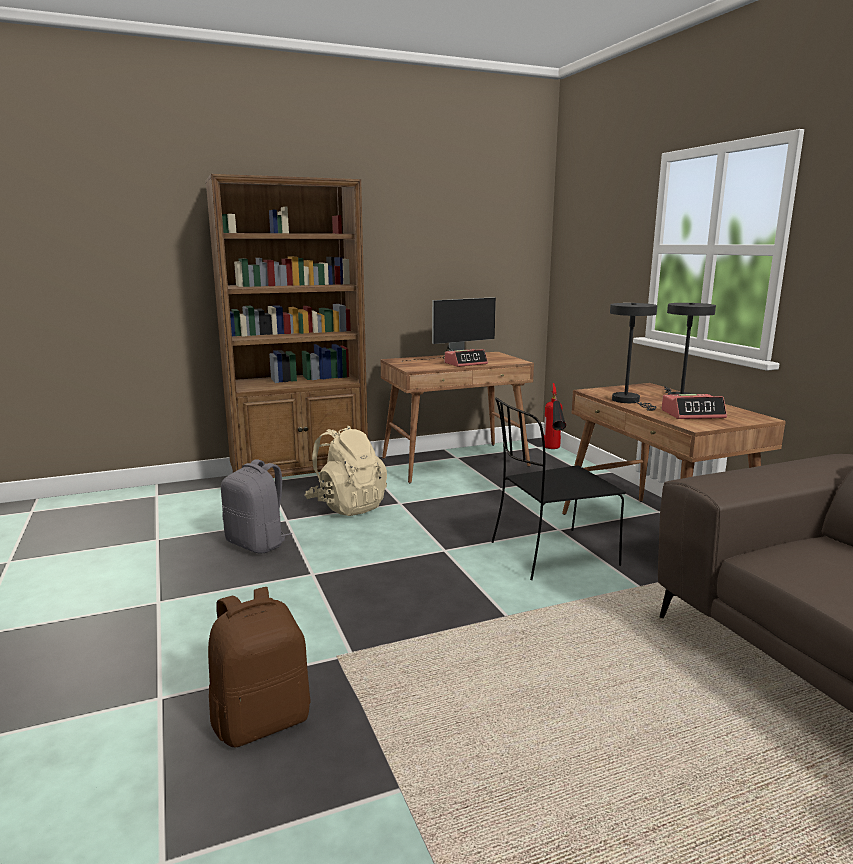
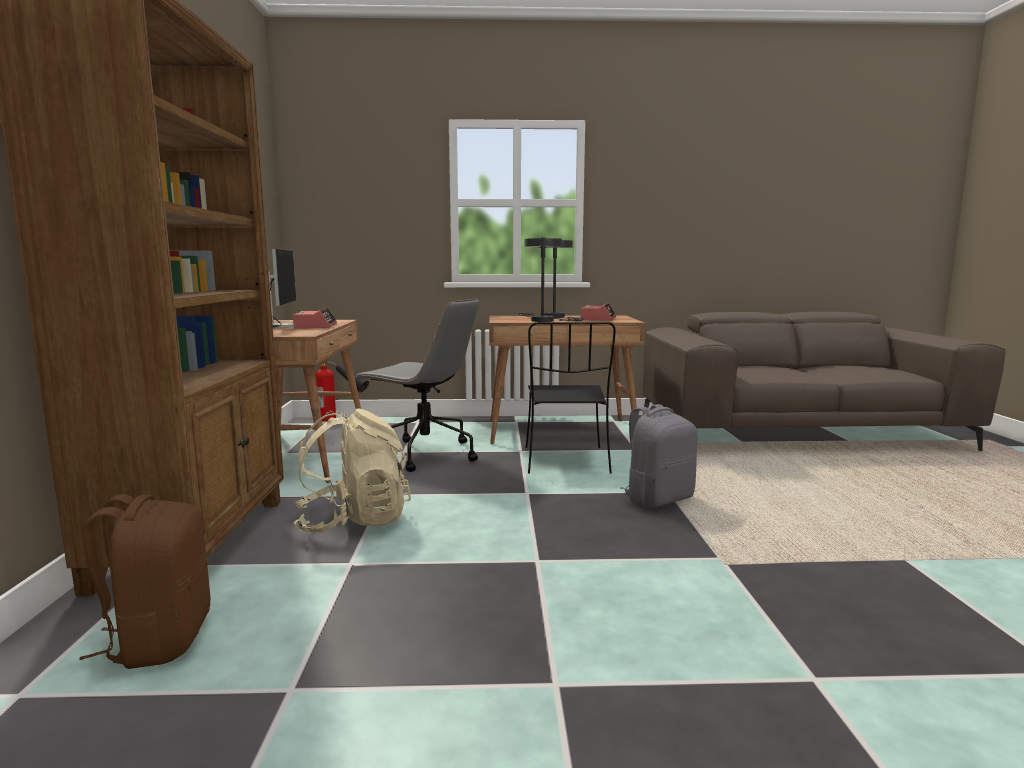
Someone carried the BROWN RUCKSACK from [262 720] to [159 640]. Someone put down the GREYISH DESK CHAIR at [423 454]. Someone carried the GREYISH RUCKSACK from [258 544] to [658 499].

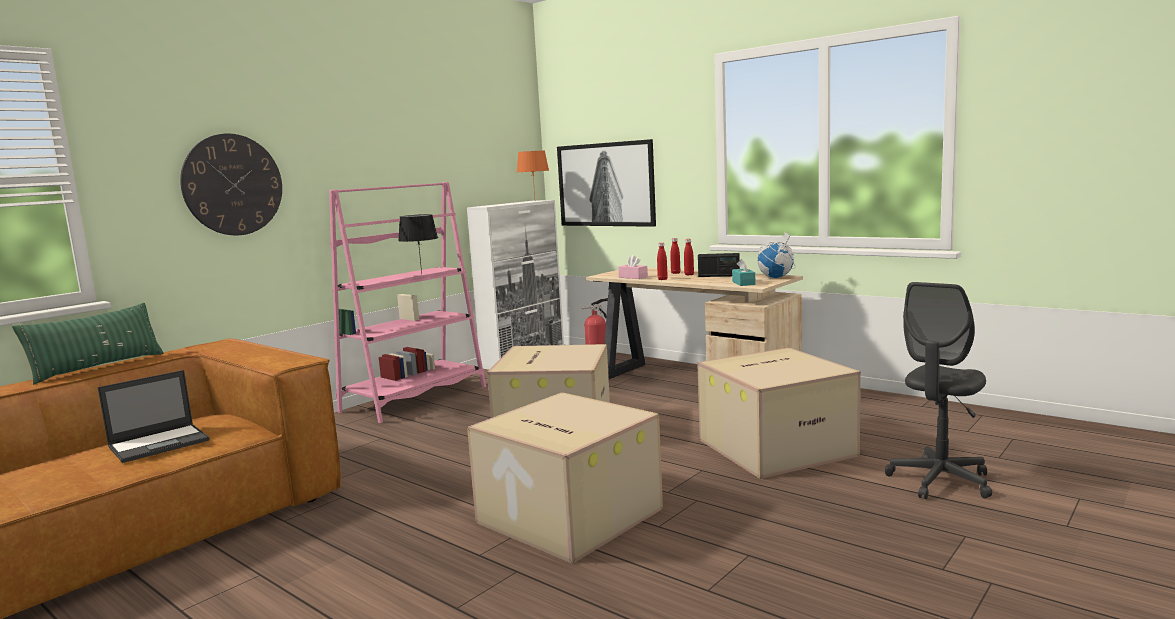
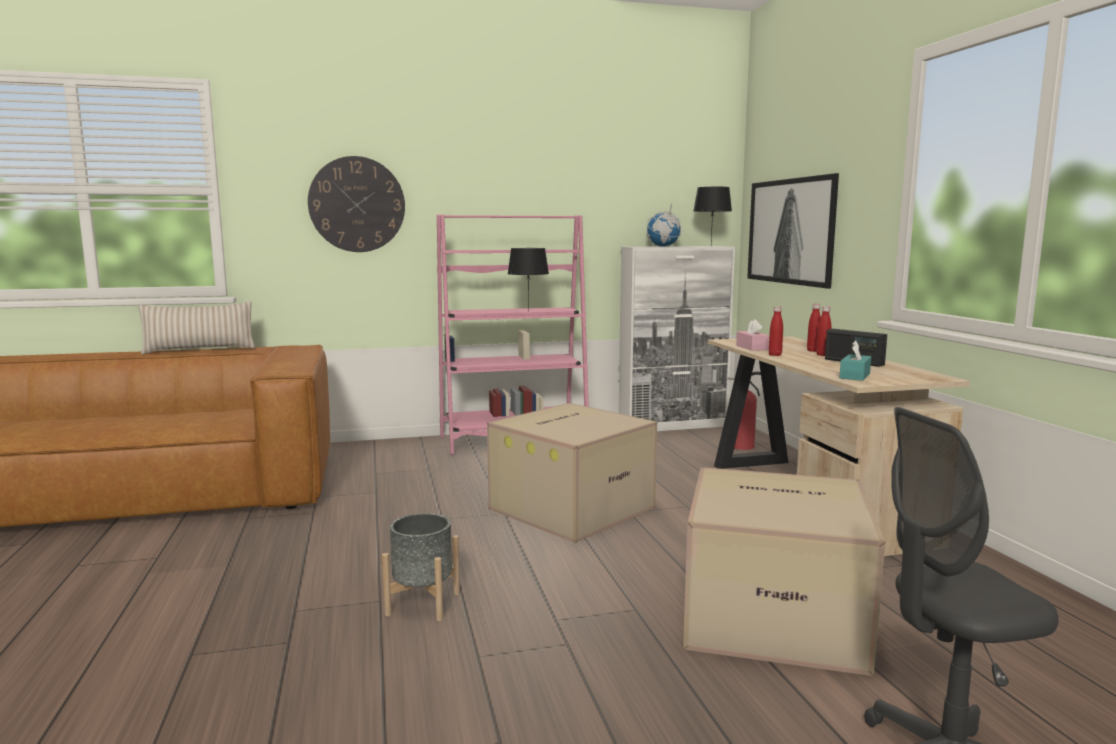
Someone repainted the GREEN CUSHION at [98 367], which became the SAND-COLOURED CUSHION at [199 350]. Someone swapped the CARDBOARD BOX at [566 516] for the GREYISH PLANTER at [423 604]. Someone carried the DESK GLOBE from [776 277] to [663 246]. Someone repainted the ORANGE TABLETOP LAMP at [535 201], which became the BLACKISH TABLETOP LAMP at [711 246]. Someone took away the PORTABLE COMPUTER at [160 443].

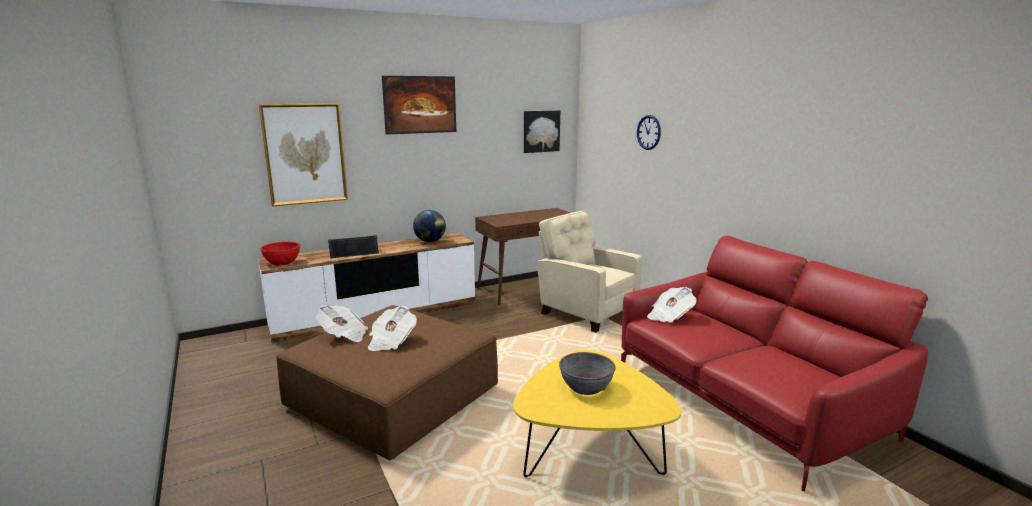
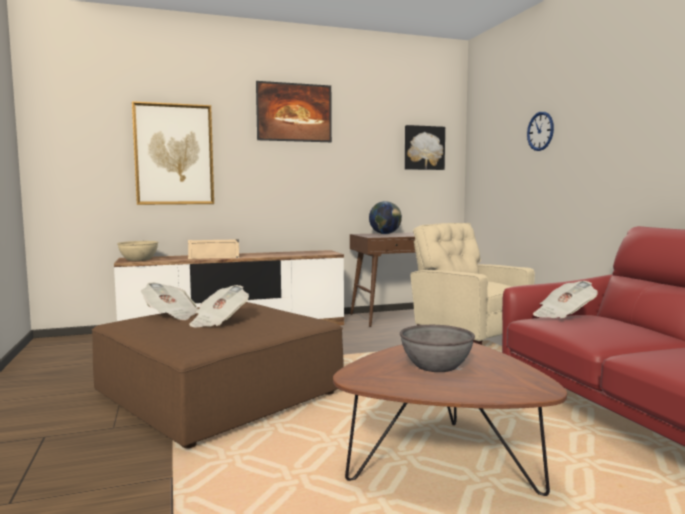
Someone repainted the RED BOWL at [282 262], which became the SAND-COLOURED BOWL at [138 260]. Someone repainted the BLACKISH SPEAKER at [354 253], which became the SAND-COLOURED SPEAKER at [214 257]. Someone repainted the YELLOW LOUNGE TABLE at [590 454], which became the BROWN LOUNGE TABLE at [443 464]. Someone carried the DESK GLOBE from [430 241] to [385 234].

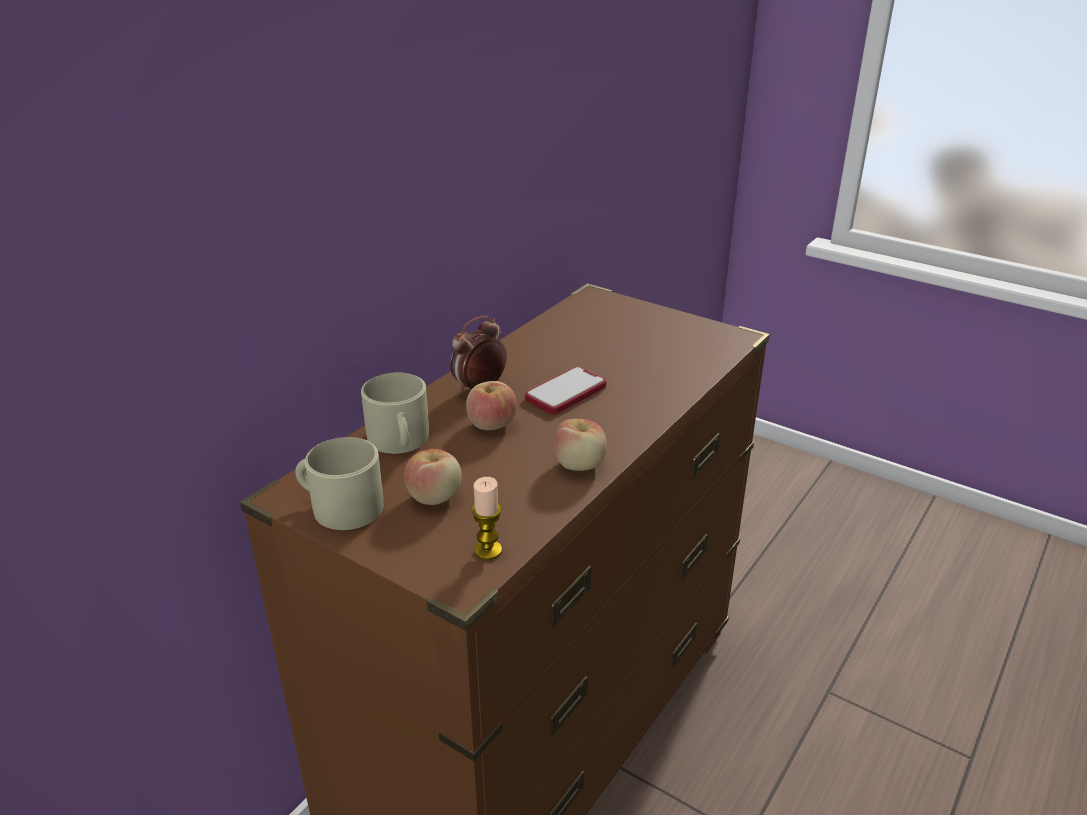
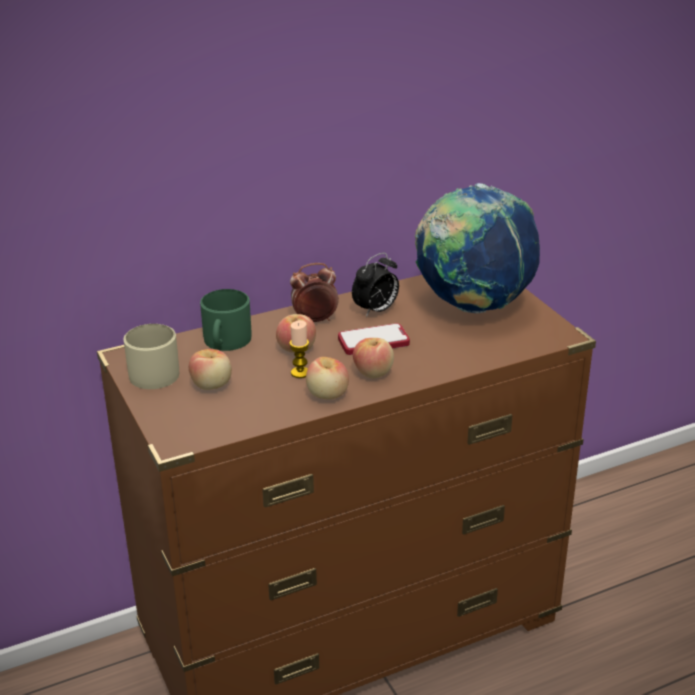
Someone repainted the SAND-COLOURED MUG at [399 440], which became the GREEN MUG at [225 341]. Someone carried the CANDLE from [488 550] to [300 373]. Someone put down the TABLE CLOCK at [376 311]. Someone put down the WHOLE APPLE at [373 373]. Someone put down the DESK GLOBE at [473 306].

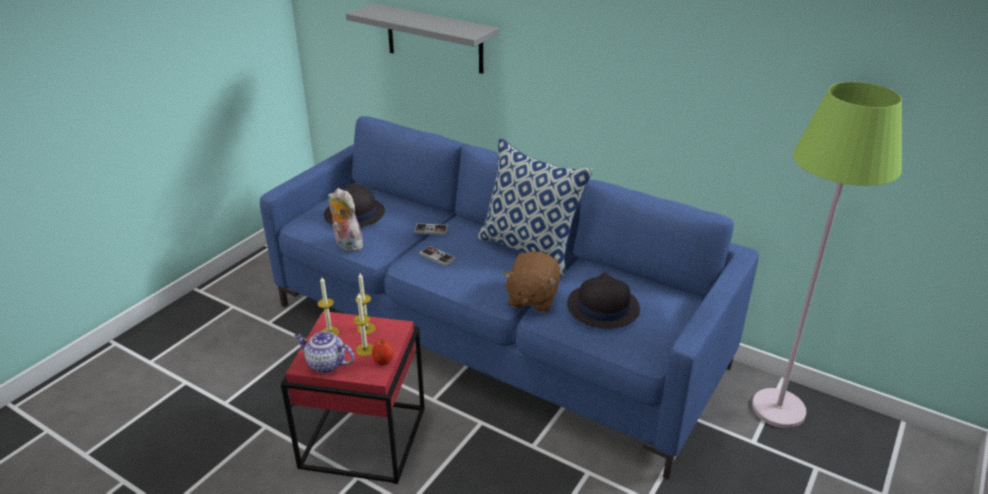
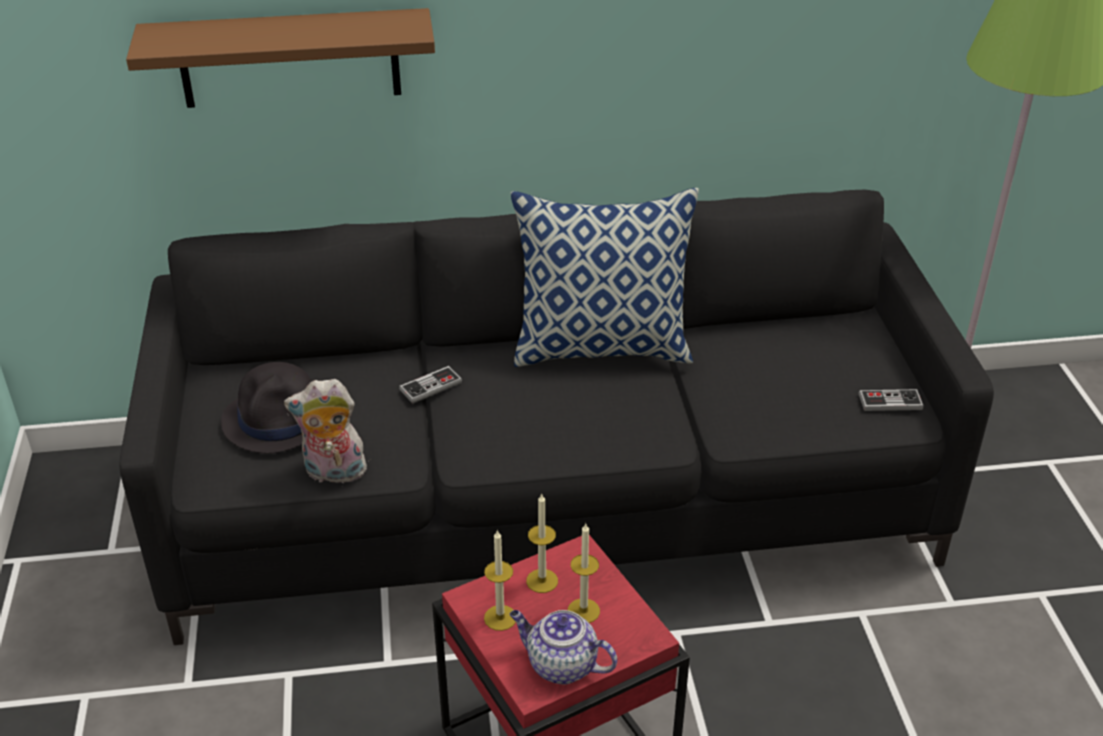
Someone repainted the BLUE SOFA at [494 335], which became the BLACKISH SOFA at [551 506]. Someone repainted the GREYISH WALL SHELF at [434 39], which became the BROWN WALL SHELF at [289 58]. Someone rotated the POT FOR TEA at [325 364] by 45 degrees clockwise. Someone carried the GAMEPAD from [437 257] to [890 402]. Someone took away the WHOLE APPLE at [383 361]. Someone took away the BROWN SOFT TOY at [532 298]. Someone took away the BLACKISH CLOTHING HAT at [602 307].

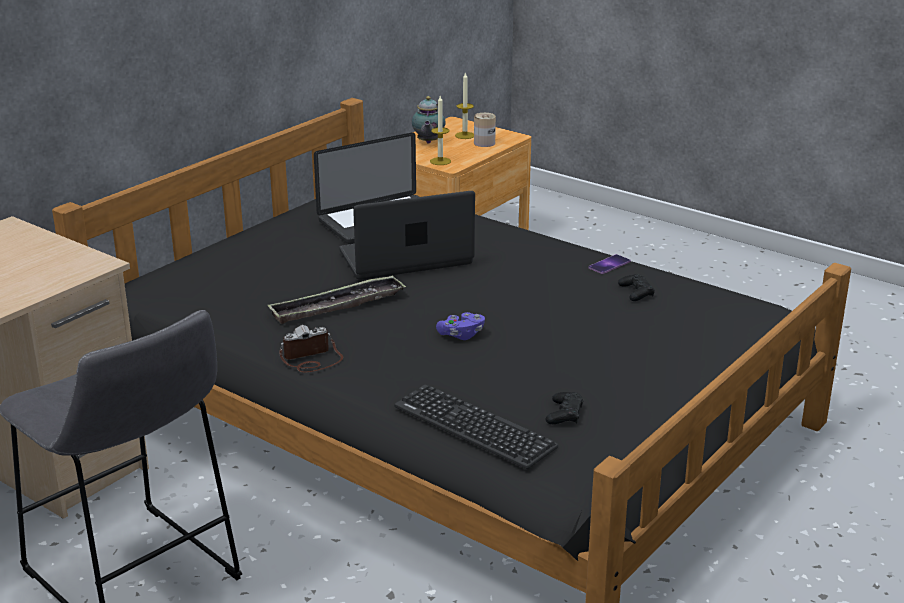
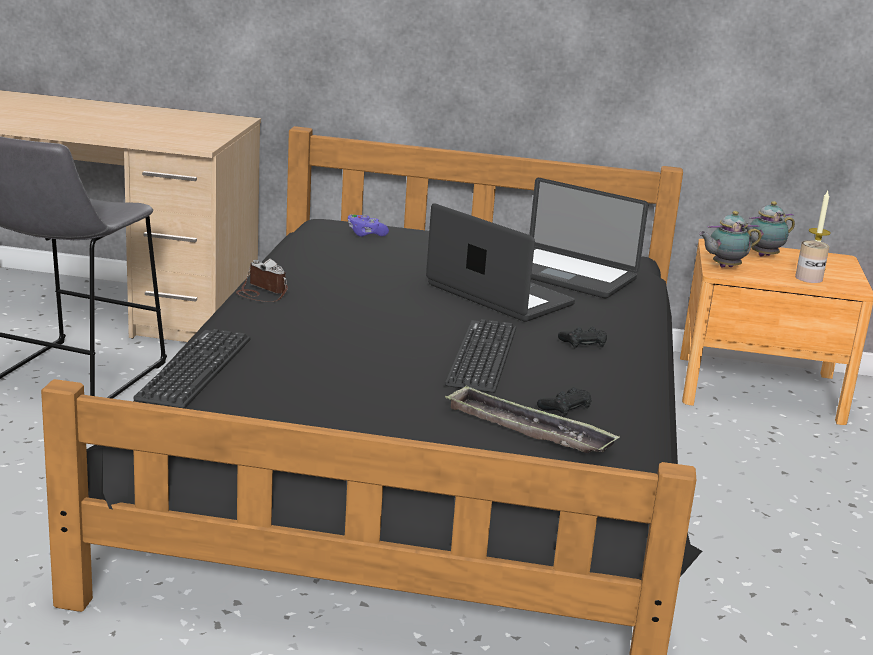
Someone carried the PURPLE-COLOURED GAMEPAD from [461 335] to [365 234]. Someone put down the KEYBOARD at [482 356]. Someone carried the SERVING TRAY from [337 306] to [528 430]. Someone carried the BLACKISH GAMEPAD from [564 414] to [583 343]. Someone swapped the CANDLE at [440 161] for the POT FOR TEA at [724 267]. Someone took away the TELEPHONE at [609 264].

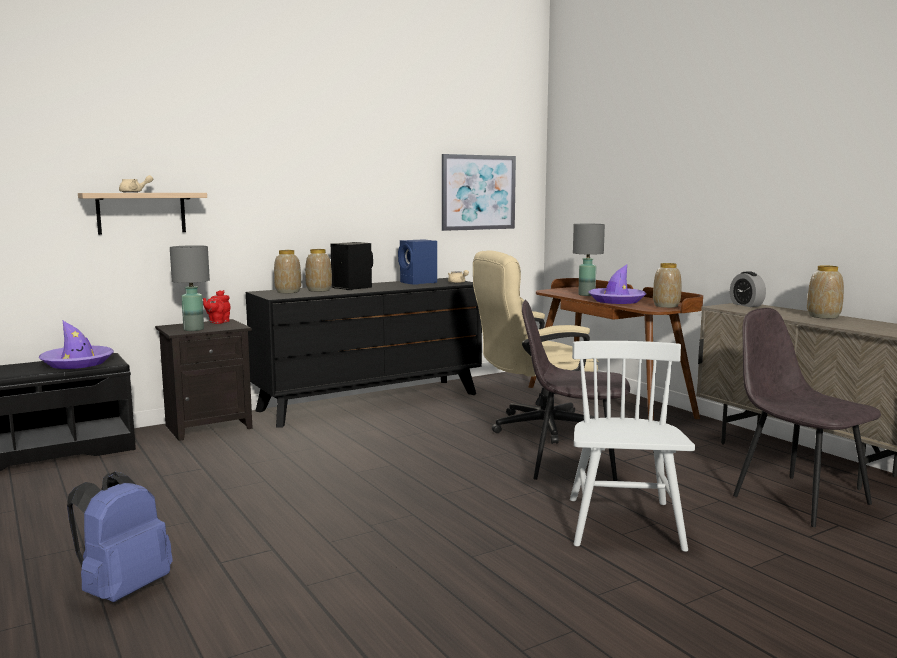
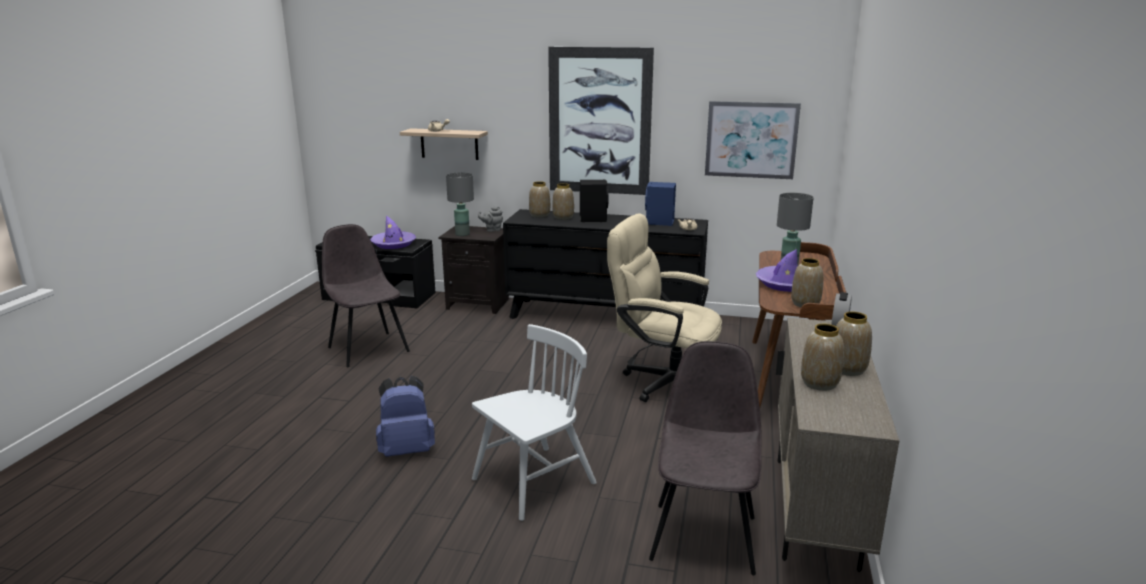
Someone carried the GREYISH PLAIN CHAIR from [572 466] to [368 348]. Someone carried the BLUE RUCKSACK from [122 590] to [407 450]. Someone repainted the RED POT FOR TEA at [218 322], which became the GREYISH POT FOR TEA at [492 230]. Someone put up the WALL ART at [599 122]. Someone put down the DECORATIVE VASE at [819 383].

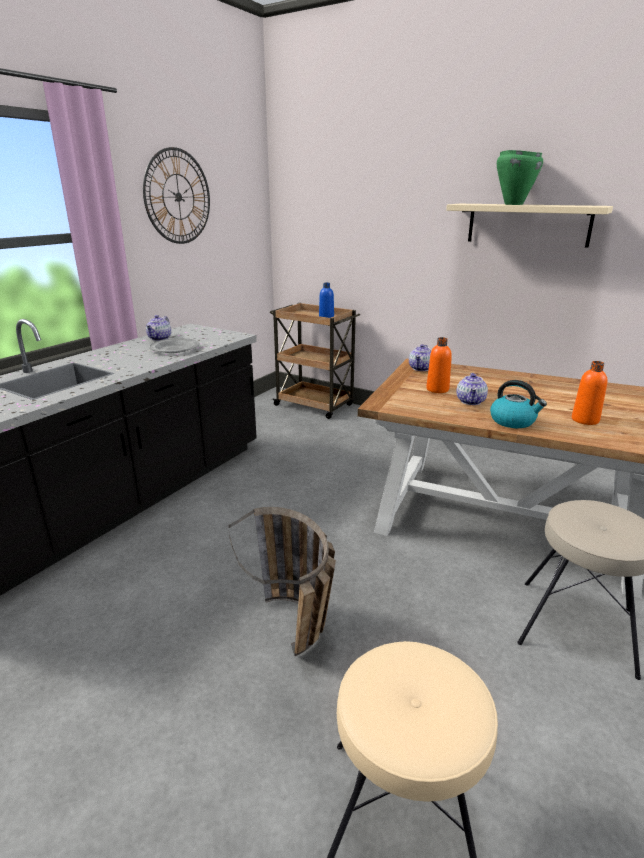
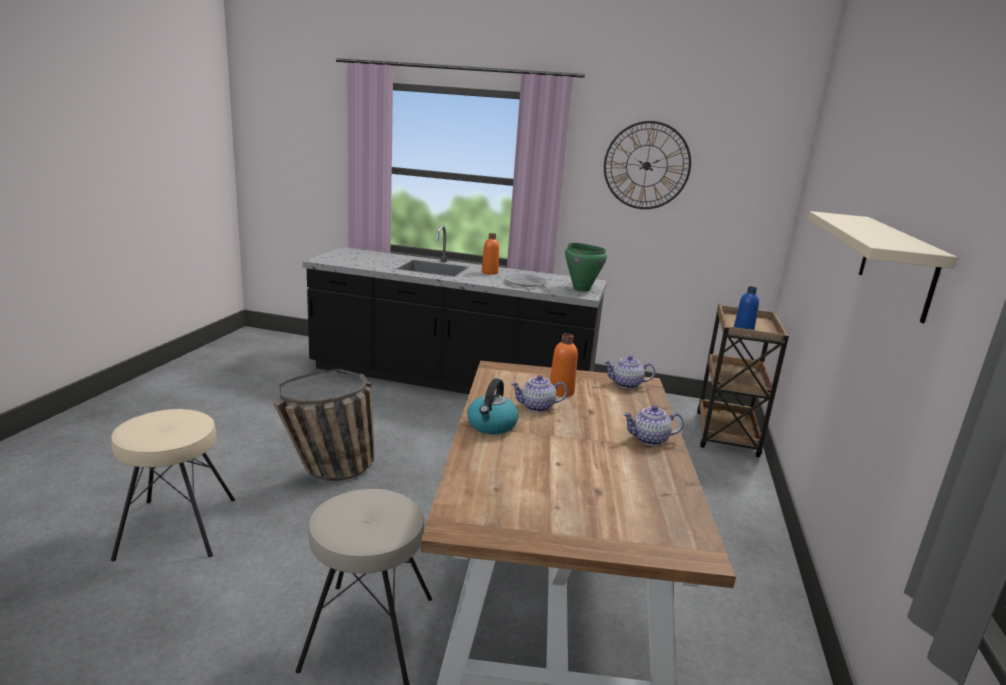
Someone carried the ORANGE BOTTLE from [585 420] to [489 272]. Someone carried the GREEN COOKING POT from [513 204] to [581 289]. Someone carried the POT FOR TEA from [160 338] to [649 439].

